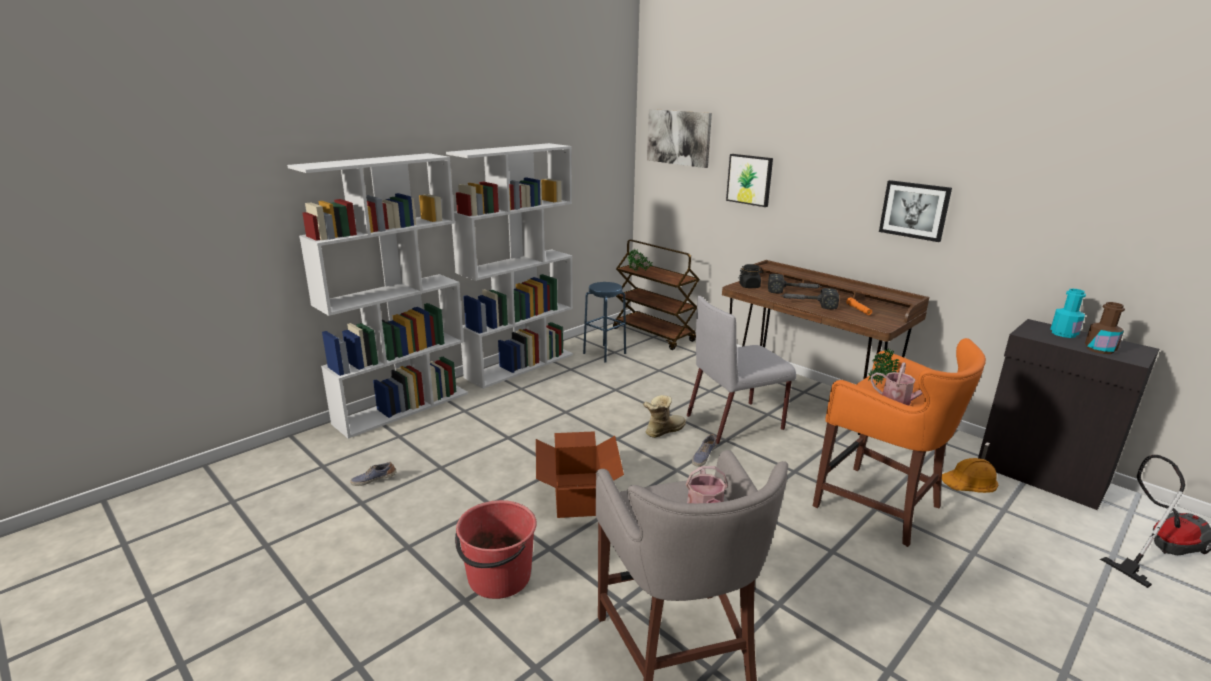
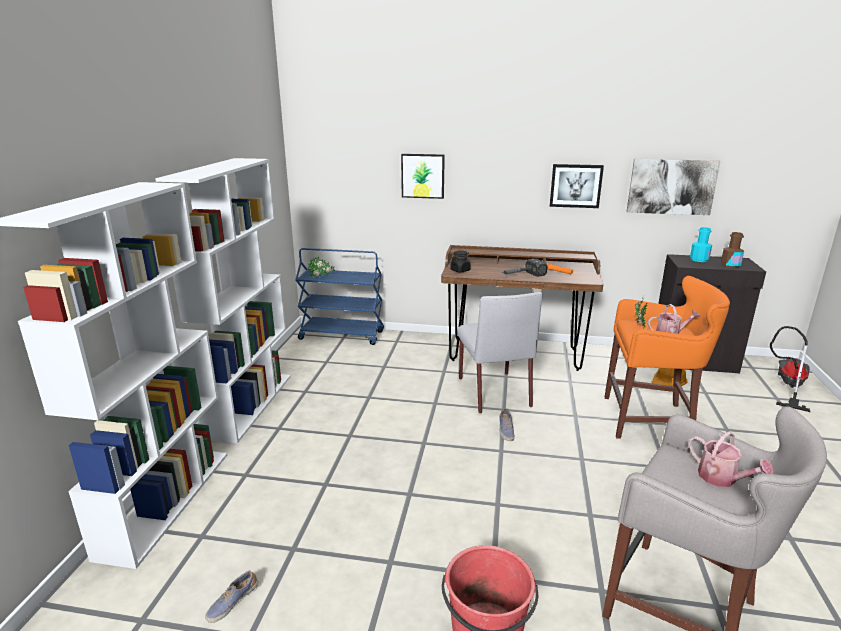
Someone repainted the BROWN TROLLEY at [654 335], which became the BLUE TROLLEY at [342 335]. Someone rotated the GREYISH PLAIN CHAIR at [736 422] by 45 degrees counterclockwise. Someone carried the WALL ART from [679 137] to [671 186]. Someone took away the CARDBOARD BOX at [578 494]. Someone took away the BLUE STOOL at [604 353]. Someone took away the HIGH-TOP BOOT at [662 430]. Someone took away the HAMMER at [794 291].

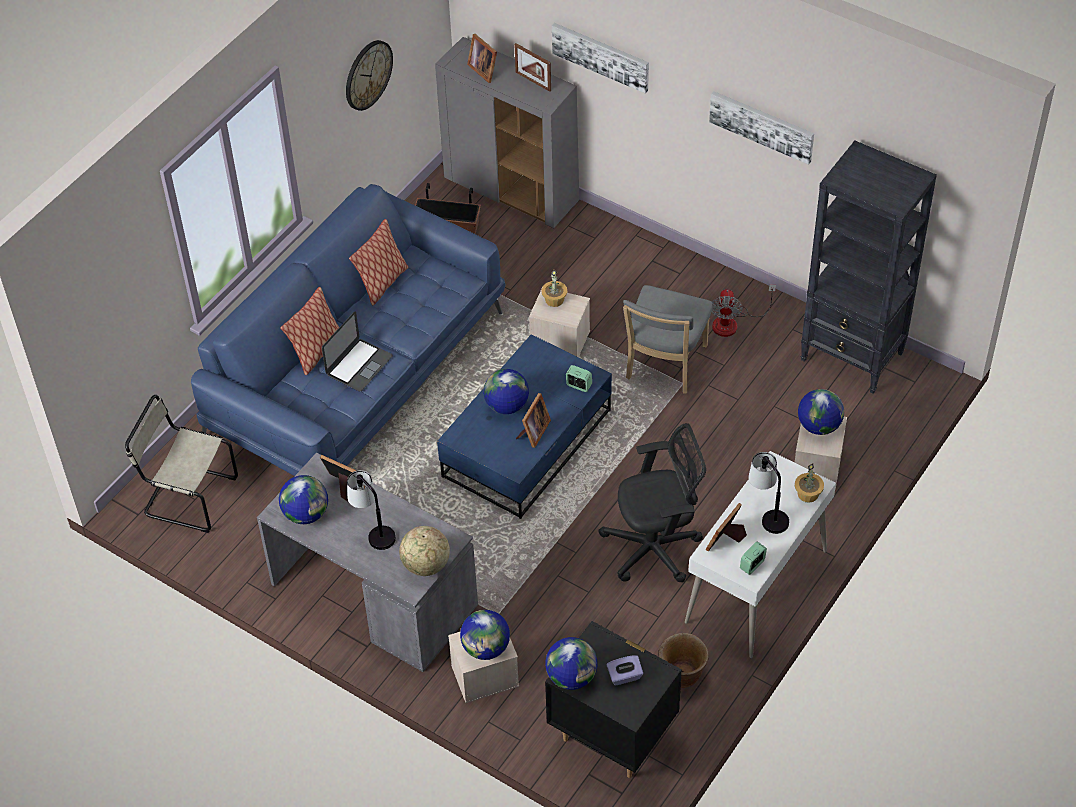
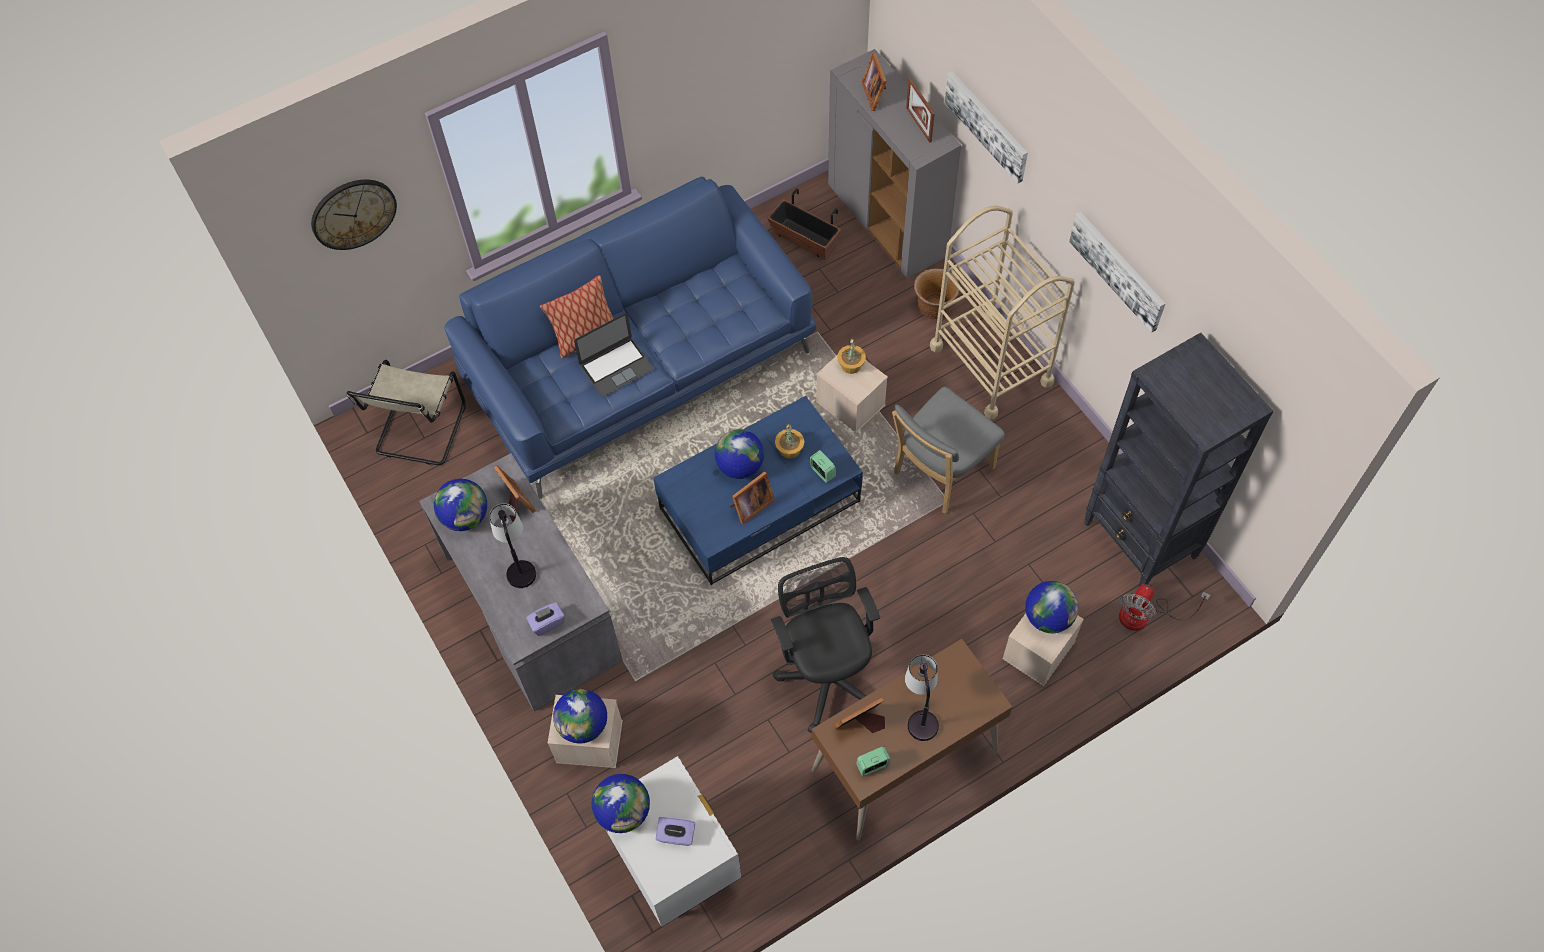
Someone carried the CLOCK ON THE WALL from [368 74] to [353 213]. Someone rotated the SAND-COLOURED PLAIN CHAIR at [187 496] by 120 degrees counterclockwise. Someone swapped the DESK GLOBE at [426 565] for the PURPLE-COLOURED BOX OF TISSUES at [547 623]. Someone repainted the BLACKISH NIGHTSTAND at [612 736], which became the WHITE NIGHTSTAND at [676 864]. Someone rotated the BLACKISH DESK CHAIR at [656 548] by 120 degrees counterclockwise. Someone carried the POTTED PLANT from [808 494] to [790 449]. Someone repainted the WHITE DESK at [757 587], which became the BROWN DESK at [905 762]. Someone carried the BROWN PLANTER from [682 675] to [933 308]. Someone put down the SAND-COLOURED TROLLEY at [991 364]. Someone carried the FAN from [733 323] to [1145 615]. Someone took away the CUSHION at [382 283].

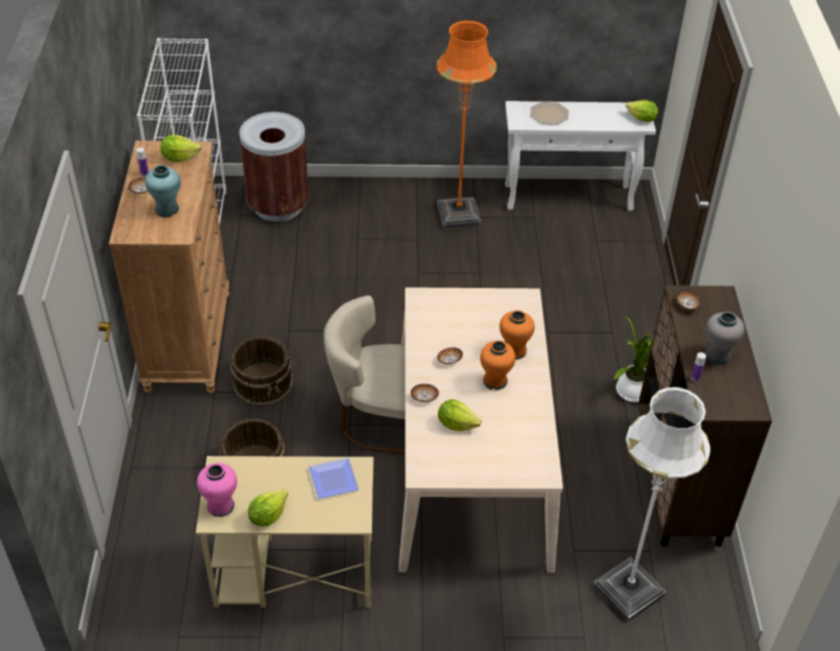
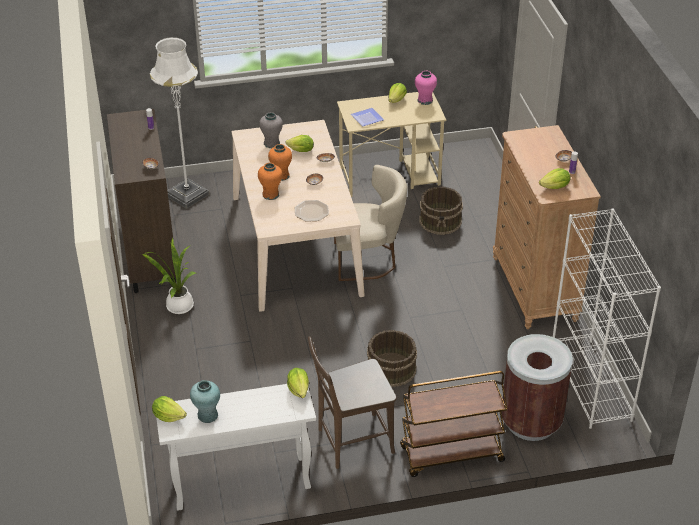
Someone carried the TURQUOISE-COLOURED DECORATIVE VASE from [167 209] to [207 415]. Someone carried the GREYISH DECORATIVE VASE from [717 355] to [271 143]. Someone put down the HEAD OF LETTUCE at [299 390]. Someone carried the FLAT DISH from [549 114] to [312 211]. Someone swapped the ORANGE FLOOR LAMP at [458 215] for the BROWN PLAIN CHAIR at [351 442]. Someone carried the BROWN WATER BUCKET from [263 383] to [391 369]. Someone put down the BROWN TROLLEY at [451 455].

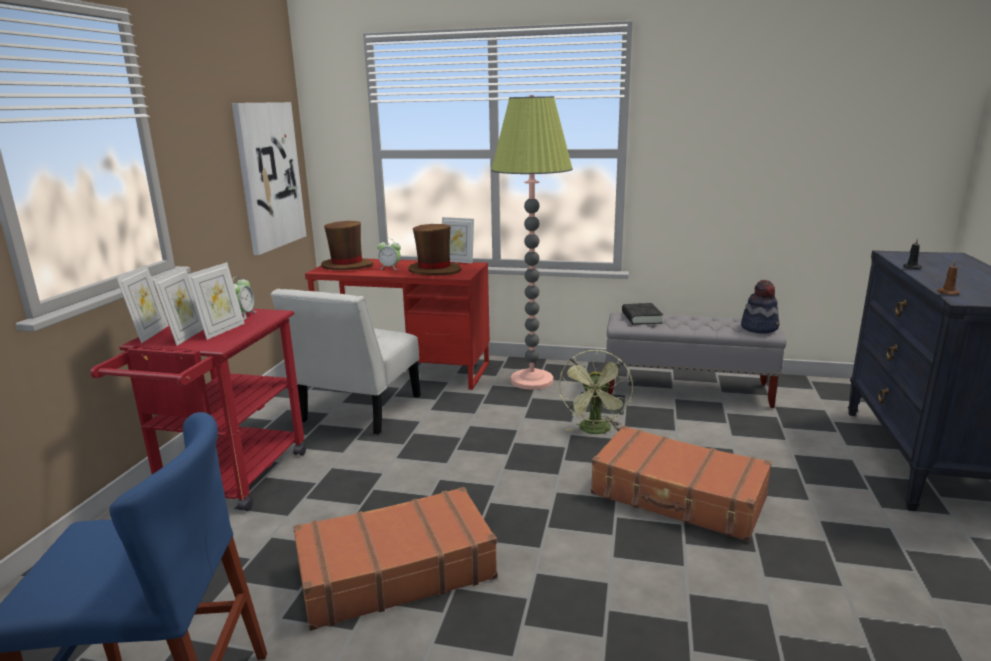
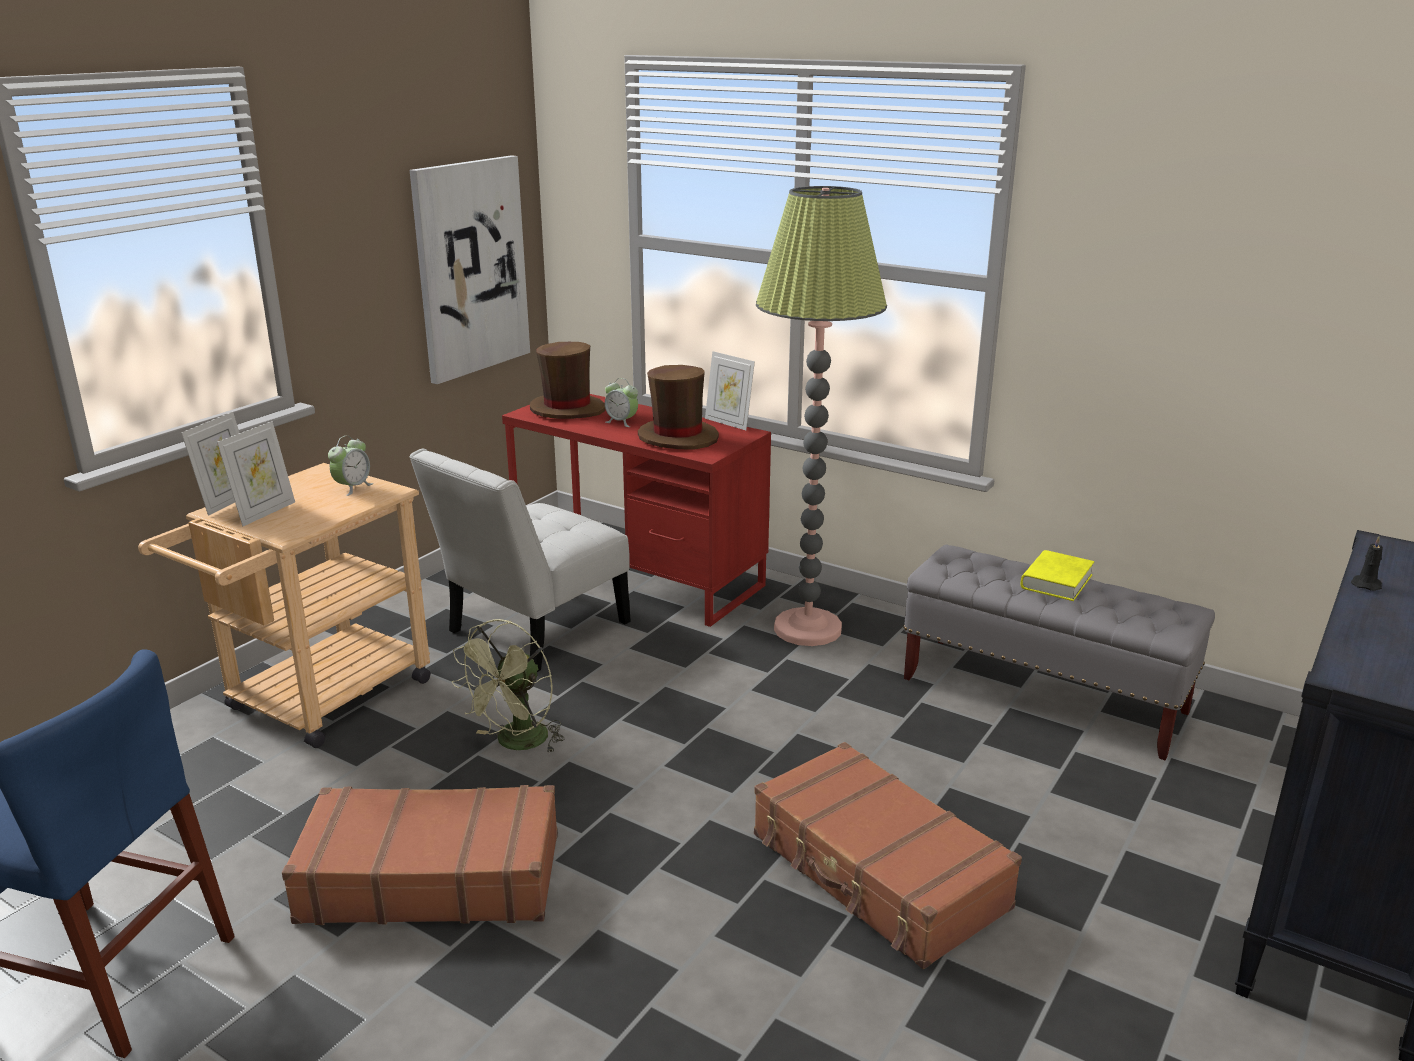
Someone repainted the RED TROLLEY at [227 482], which became the SAND-COLOURED TROLLEY at [317 702]. Someone carried the GREEN FAN from [595 431] to [516 743]. Someone put down the YELLOW BOUND BOOK at [1056 581]. Someone took away the PICTURE FRAME at [222 330]. Someone took away the BLACKISH BOUND BOOK at [641 318]. Someone took away the CLOTHING HAT at [759 328]. Someone took away the BROWN CANDLE at [947 293].

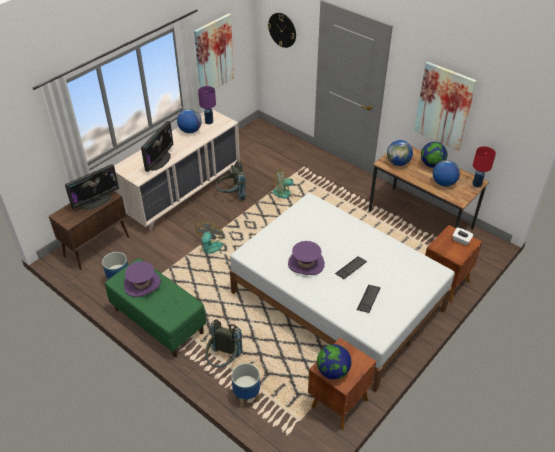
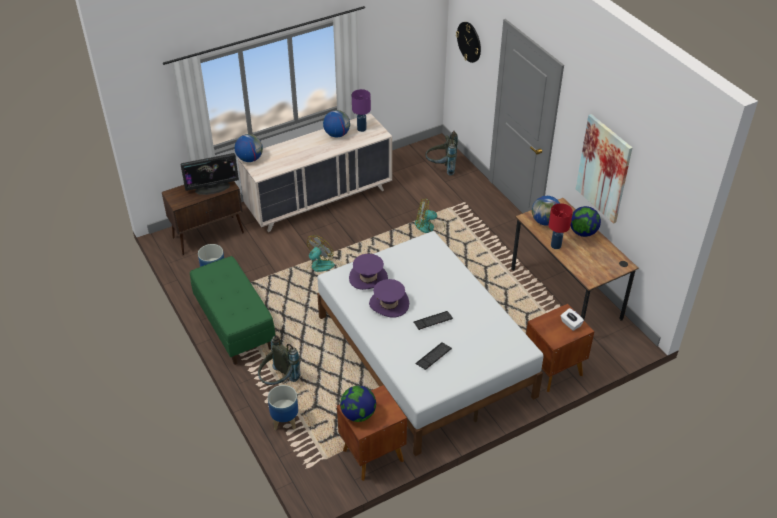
Someone carried the DESK GLOBE from [443 183] to [250 159]. Someone carried the PURPLE-COLOURED CLOTHING HAT from [142 284] to [368 278]. Someone carried the GREYISH RUCKSACK from [231 195] to [441 168]. Someone carried the RED TABLETOP LAMP from [476 184] to [555 245]. Someone took away the MONITOR at [159 161]. Someone took away the WALL ART at [214 55].

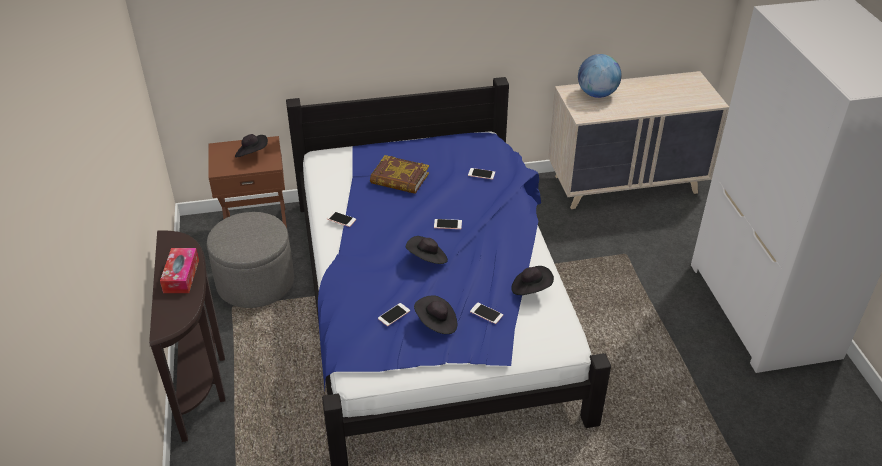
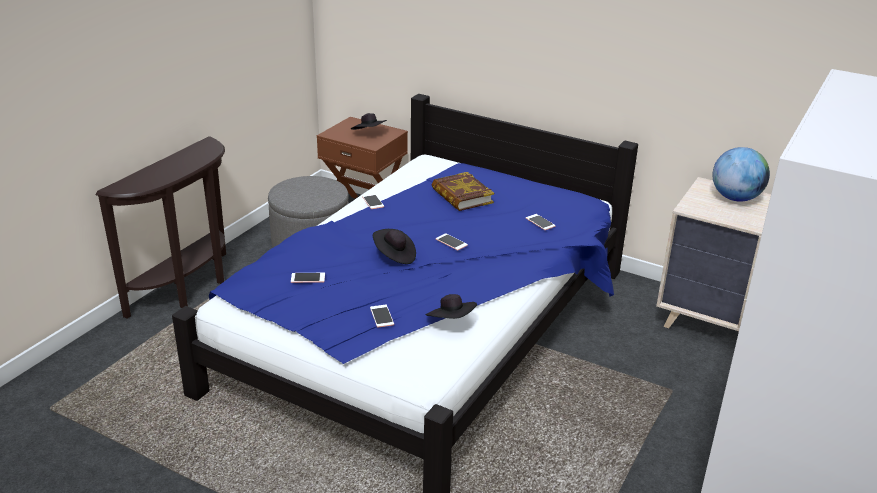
Someone took away the BOX OF TISSUES at [181 276]. Someone took away the BLACKISH CLOTHING HAT at [436 323].

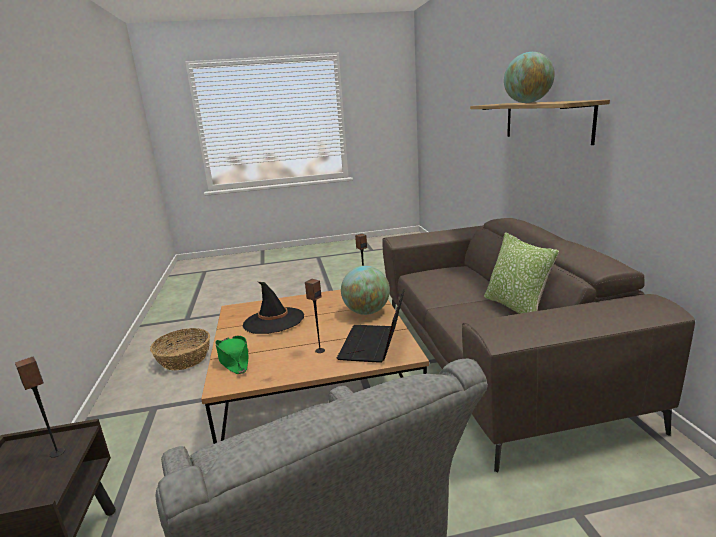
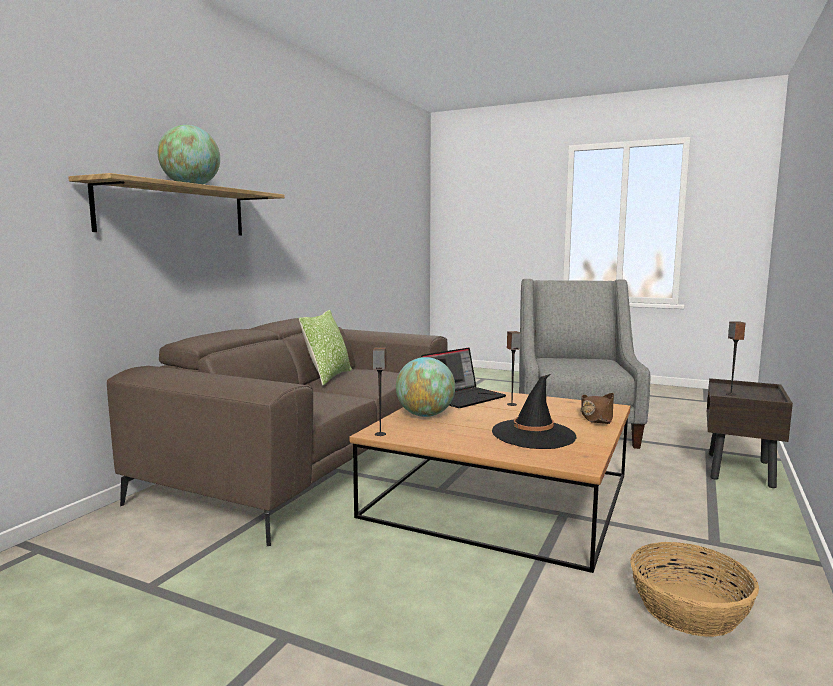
Someone repainted the GREEN CLOTHING HAT at [234 360], which became the BROWN CLOTHING HAT at [596 417].

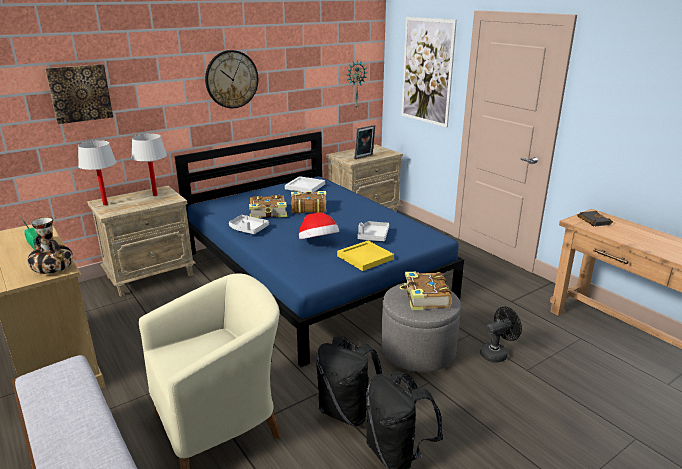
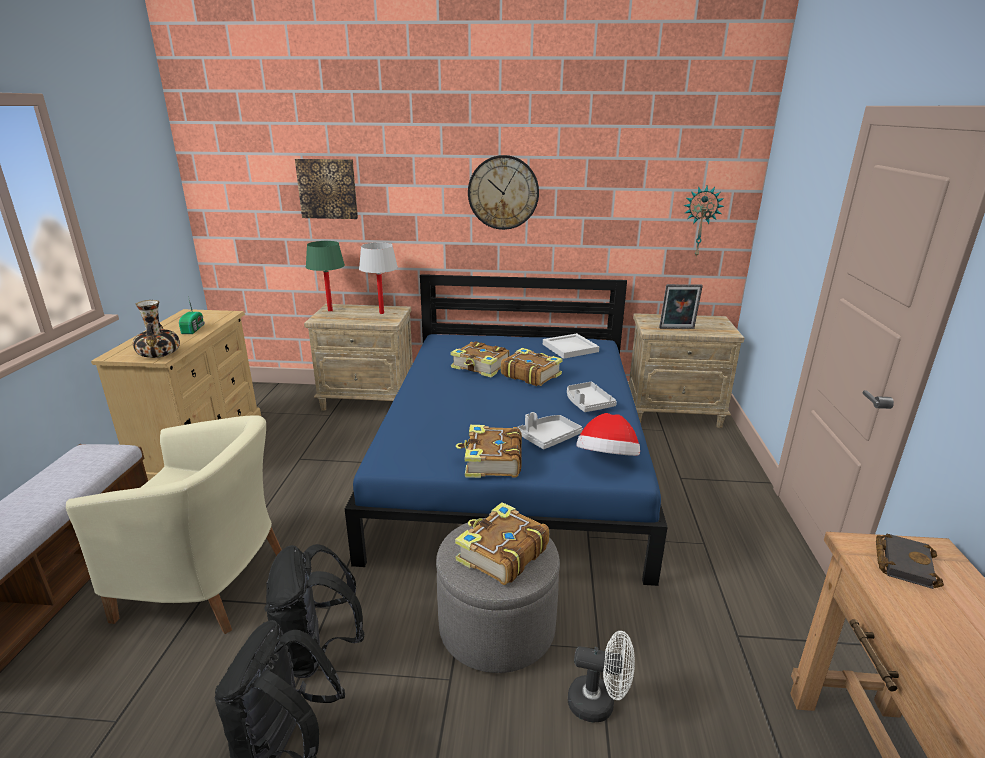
Someone repainted the WHITE TABLETOP LAMP at [105 204], which became the GREEN TABLETOP LAMP at [330 310]. Someone swapped the YELLOW SERVING TRAY at [366 257] for the BOUND BOOK at [491 461]. Someone carried the GREYISH SERVING TRAY from [248 229] to [587 403]. Someone repainted the BLACKISH FAN at [497 353], which became the WHITE FAN at [599 703]. Someone carried the CLOTHING HAT from [318 243] to [607 460]. Someone took away the WALL ART at [427 71].

